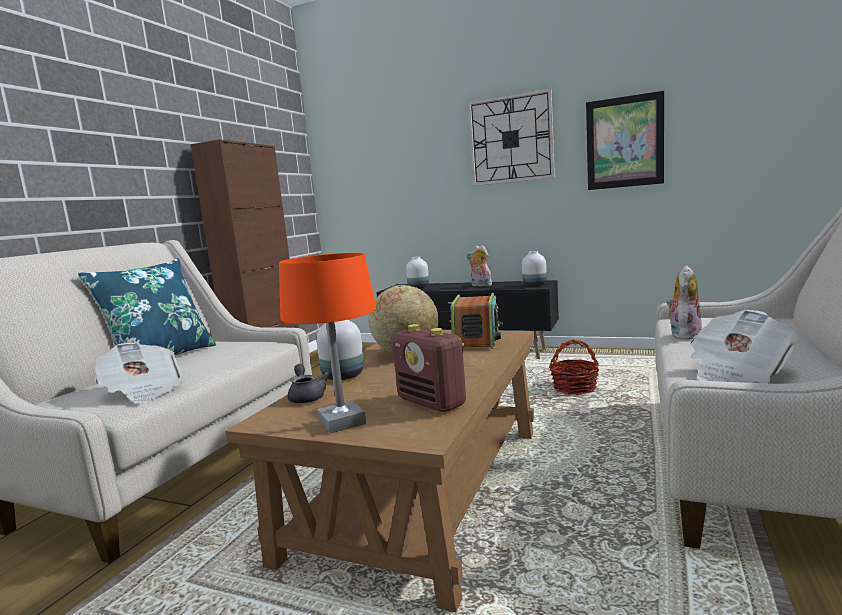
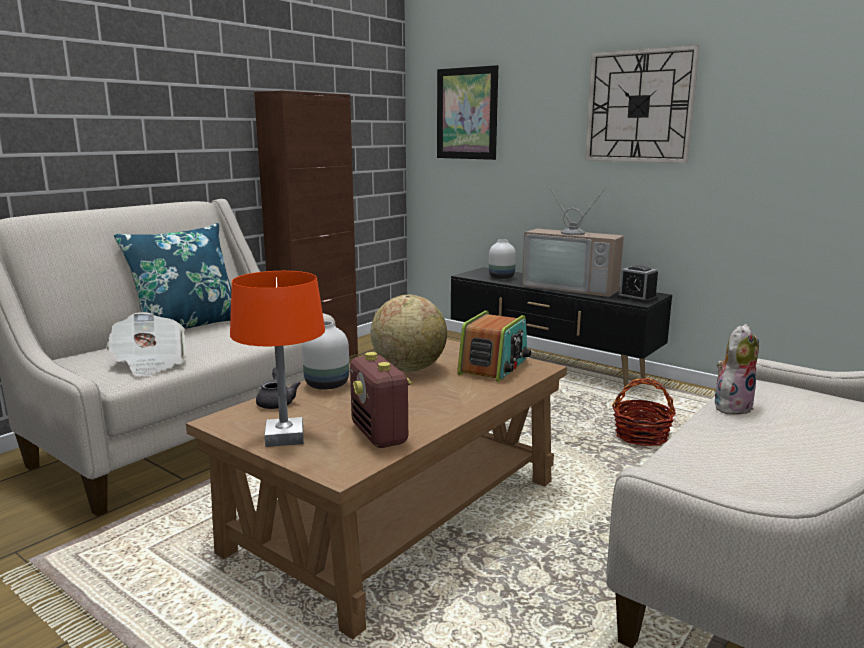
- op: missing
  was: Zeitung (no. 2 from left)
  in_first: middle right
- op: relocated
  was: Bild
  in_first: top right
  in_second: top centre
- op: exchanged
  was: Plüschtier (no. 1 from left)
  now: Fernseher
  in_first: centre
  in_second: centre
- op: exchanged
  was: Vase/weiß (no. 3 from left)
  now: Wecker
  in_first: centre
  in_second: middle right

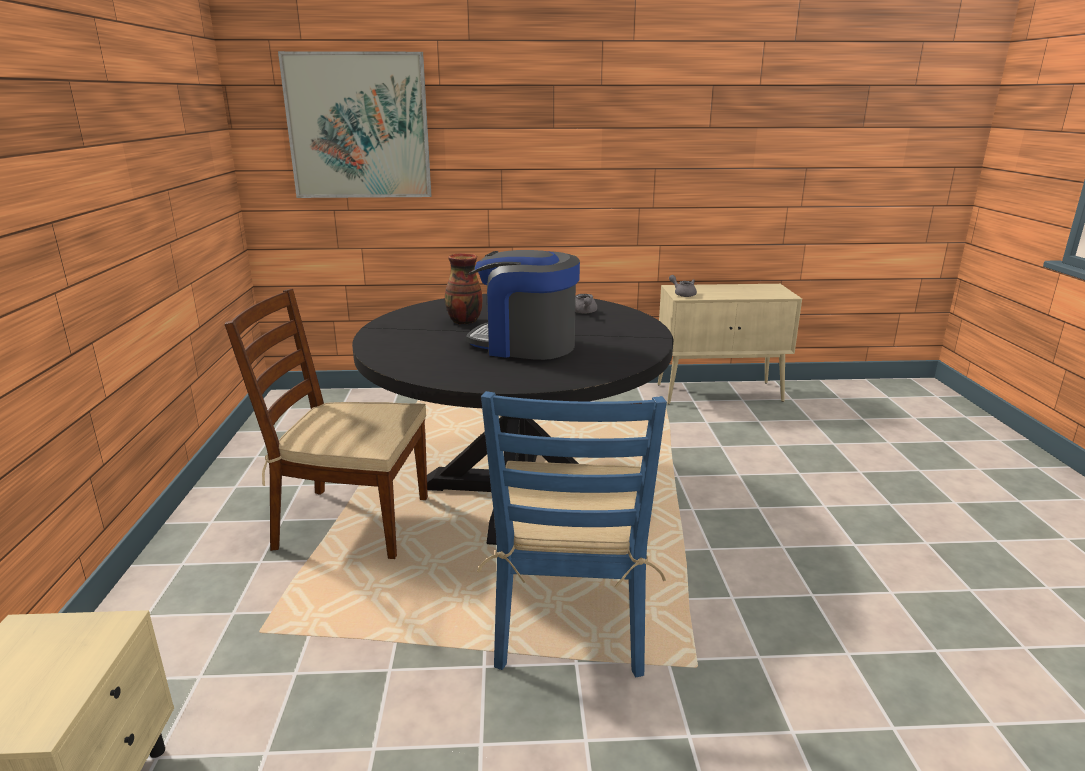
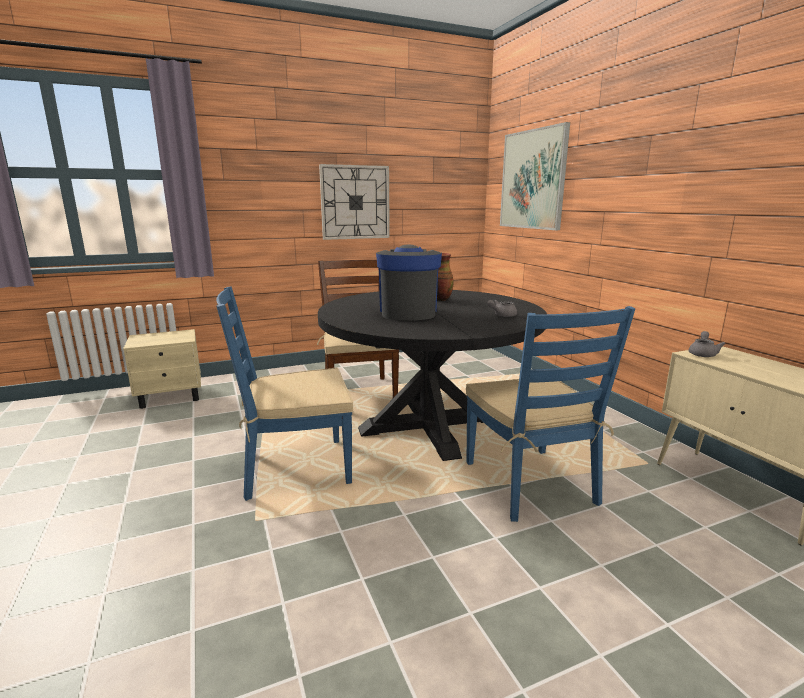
- op: appeared
  now: Wanduhr
  in_second: top centre
- op: appeared
  now: Stuhl/blau (no. 2 from left)
  in_second: middle right

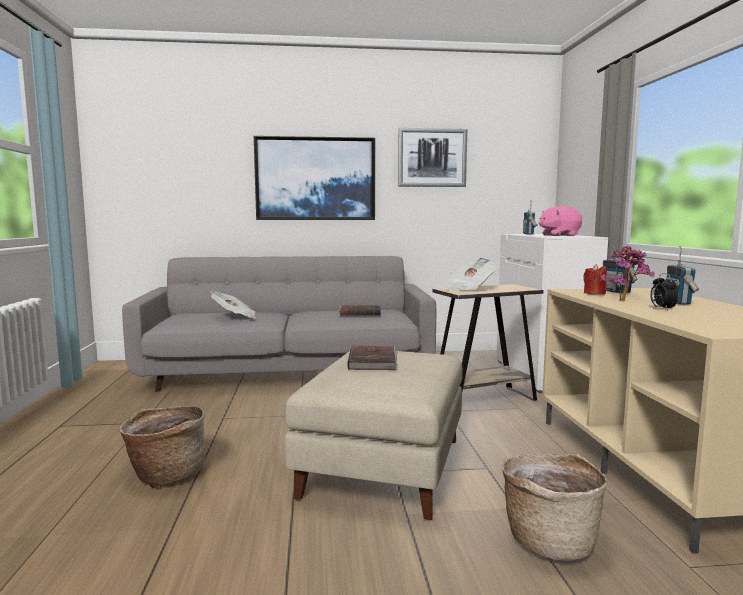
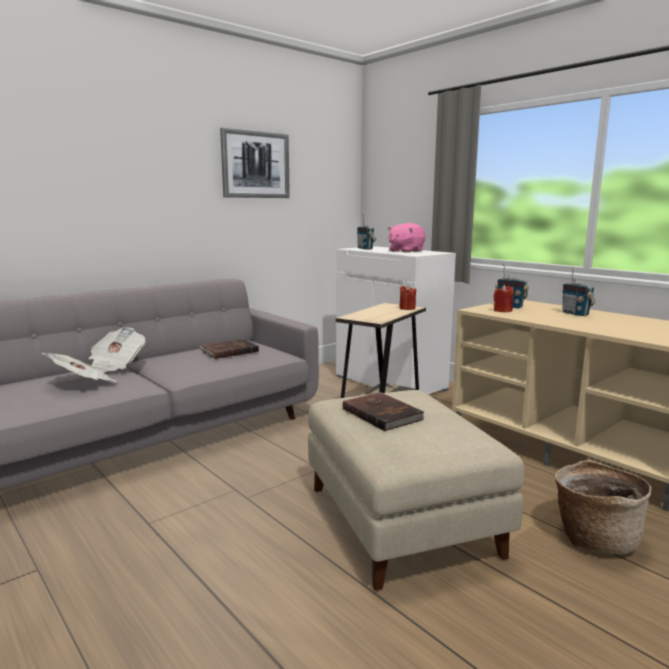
- op: missing
  was: Korb (no. 1 from left)
  in_first: bottom left
- op: missing
  was: Bild (no. 1 from left)
  in_first: top centre
- op: missing
  was: Topfpflanze
  in_first: middle right
- op: missing
  was: Wecker
  in_first: middle right
- op: appeared
  now: Kerze/rot (no. 1 from left)
  in_second: centre
- op: relocated
  was: Zeitung (no. 2 from left)
  in_first: centre
  in_second: middle left

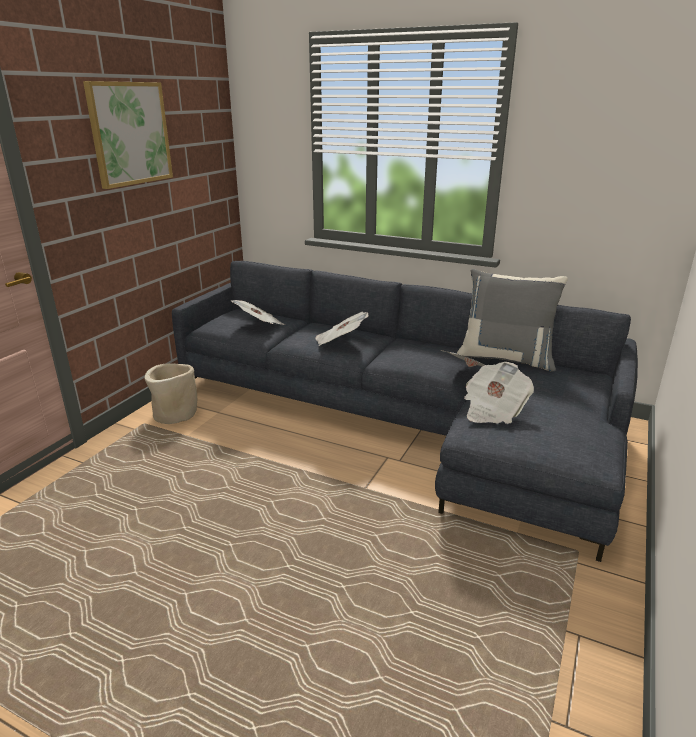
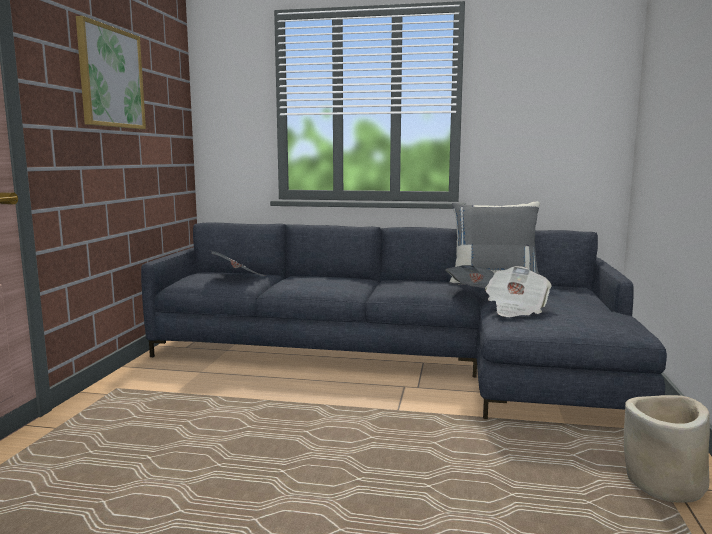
- op: missing
  was: Zeitung (no. 2 from left)
  in_first: centre
- op: relocated
  was: Pflanzkübel/beige
  in_first: middle left
  in_second: bottom right

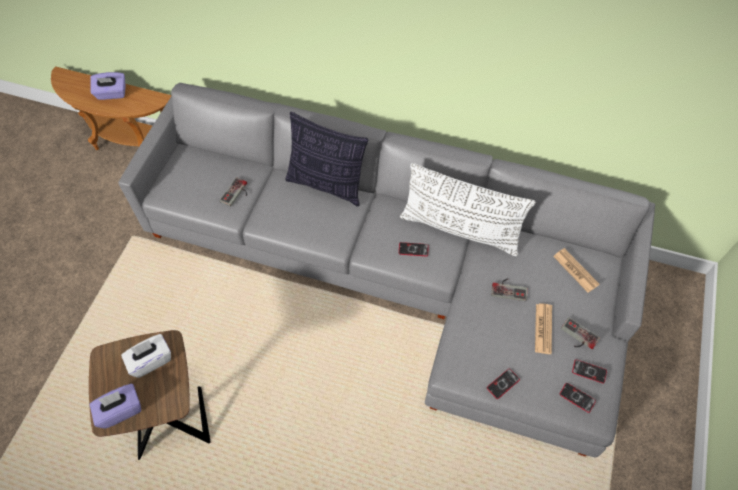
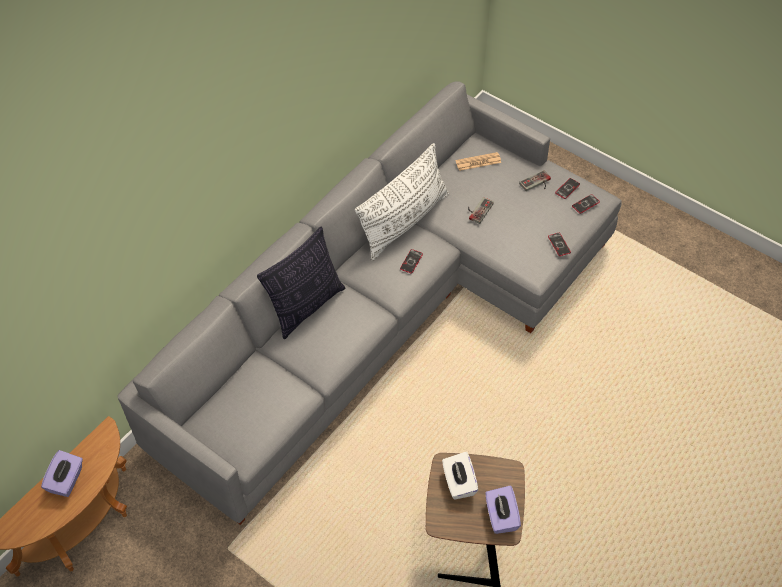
- op: missing
  was: Gamepad (no. 1 from left)
  in_first: middle left
- op: missing
  was: Zeitung (no. 1 from left)
  in_first: bottom right

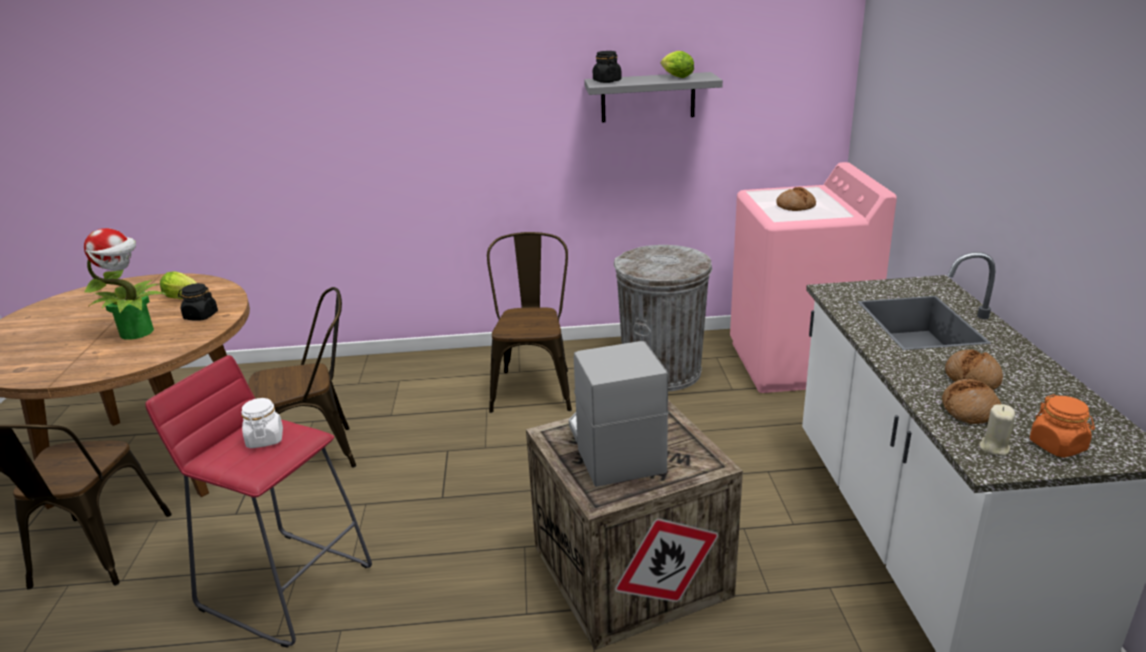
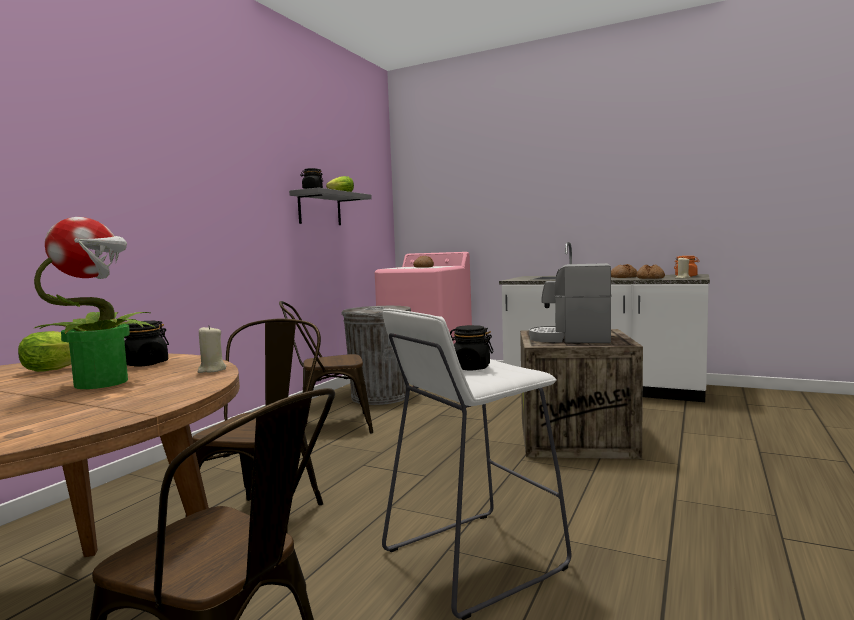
- op: appeared
  now: Kerze/beige (no. 1 from left)
  in_second: middle left
- op: colour
  was: Hocker/rot
  now: Hocker/weiß
  in_first: bottom left
  in_second: bottom centre
- op: colour
  was: Vorratsglas/weiß
  now: Vorratsglas/schwarz (no. 3 from left)
  in_first: middle left
  in_second: centre
- op: spun
  was: Stuhl/braun (no. 3 from left)
  in_first: centre
  in_second: centre
  clockwise: -45

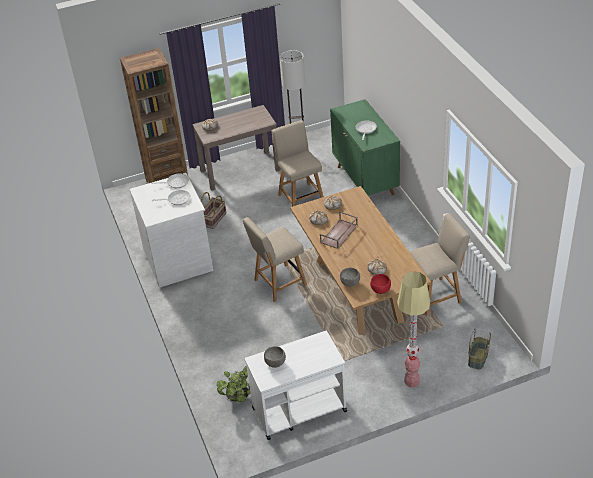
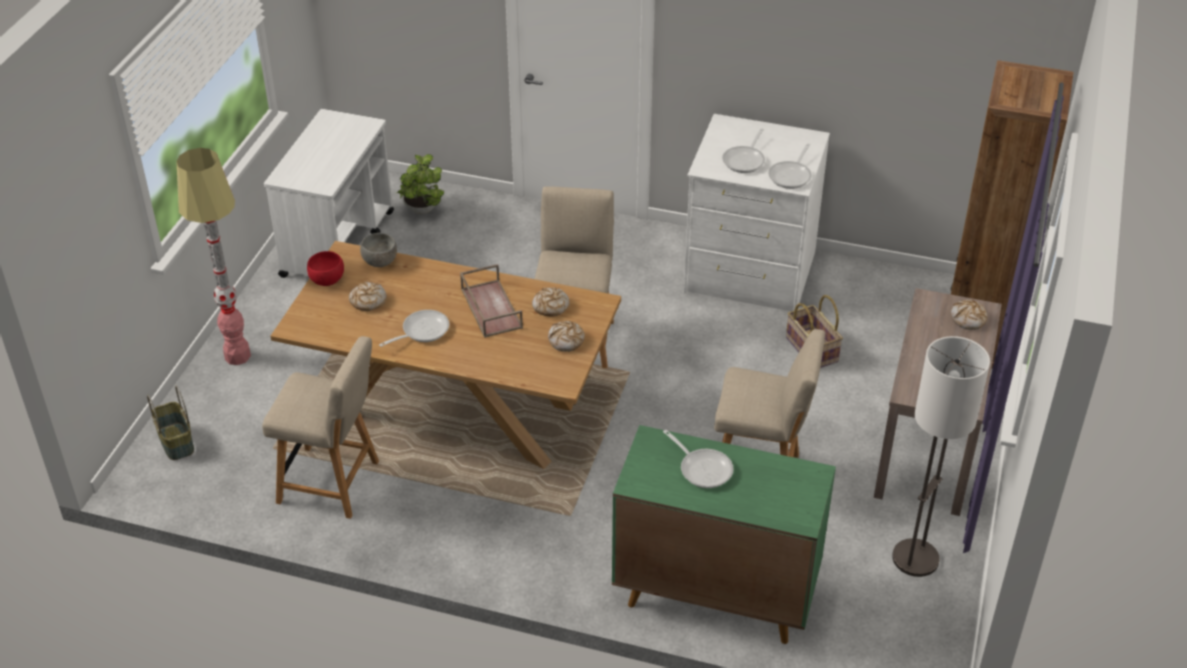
- op: missing
  was: Schüssel/grau (no. 1 from left)
  in_first: bottom centre
- op: appeared
  now: Pfanne (no. 1 from left)
  in_second: centre
- op: spun
  was: Stuhl/beige (no. 3 from left in the first image)
  in_first: middle right
  in_second: middle left
  clockwise: -90

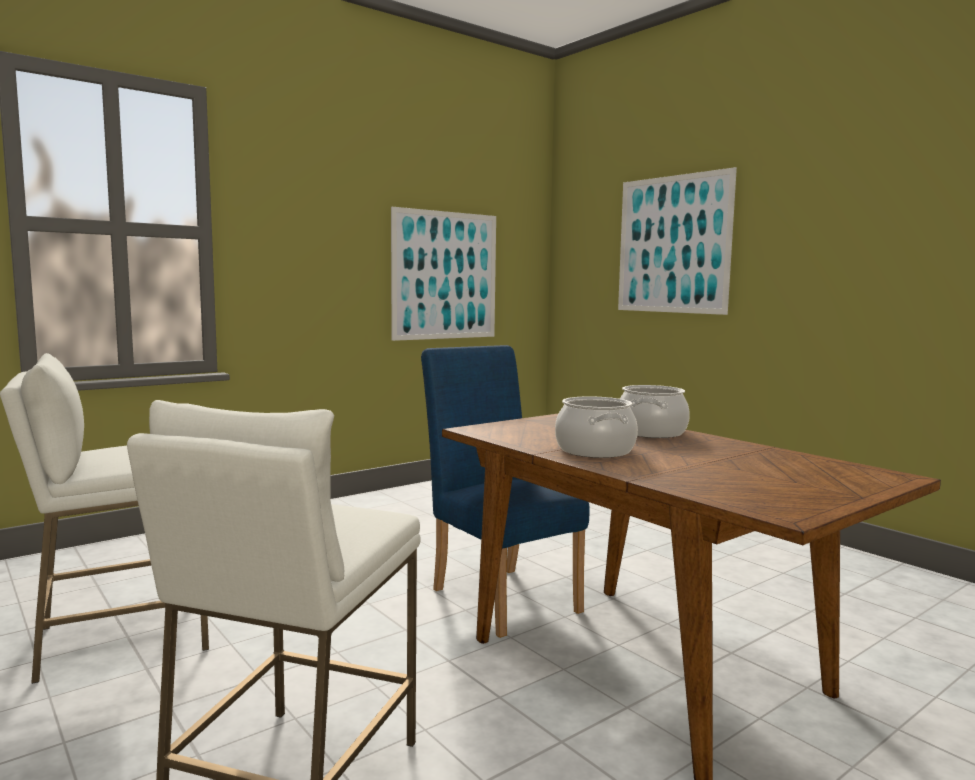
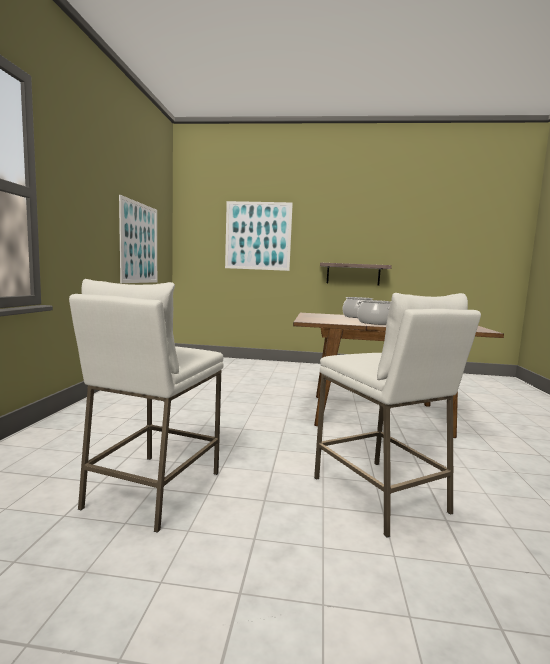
- op: missing
  was: Stuhl/blau
  in_first: centre
- op: appeared
  now: Wandregal
  in_second: centre

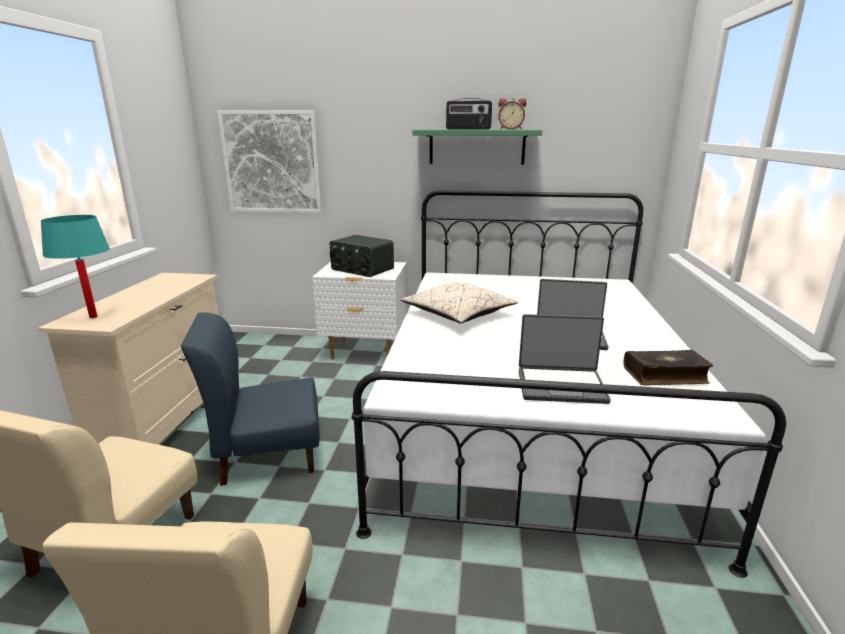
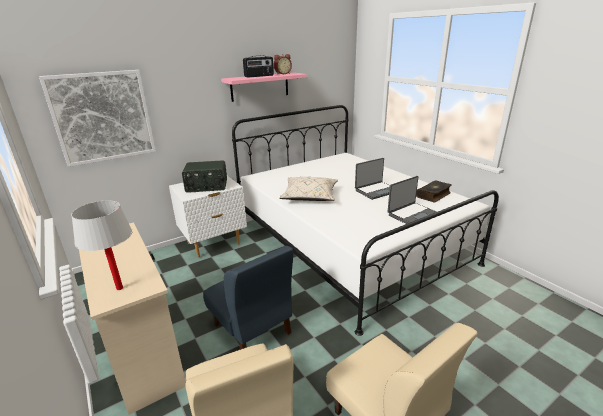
- op: colour
  was: Tischlampe/türkis
  now: Tischlampe/weiß
  in_first: middle left
  in_second: middle left
- op: colour
  was: Wandregal/grün
  now: Wandregal/rosa
  in_first: top centre
  in_second: top centre
- op: spun
  was: Stuhl/blau
  in_first: middle left
  in_second: bottom centre
  clockwise: -75

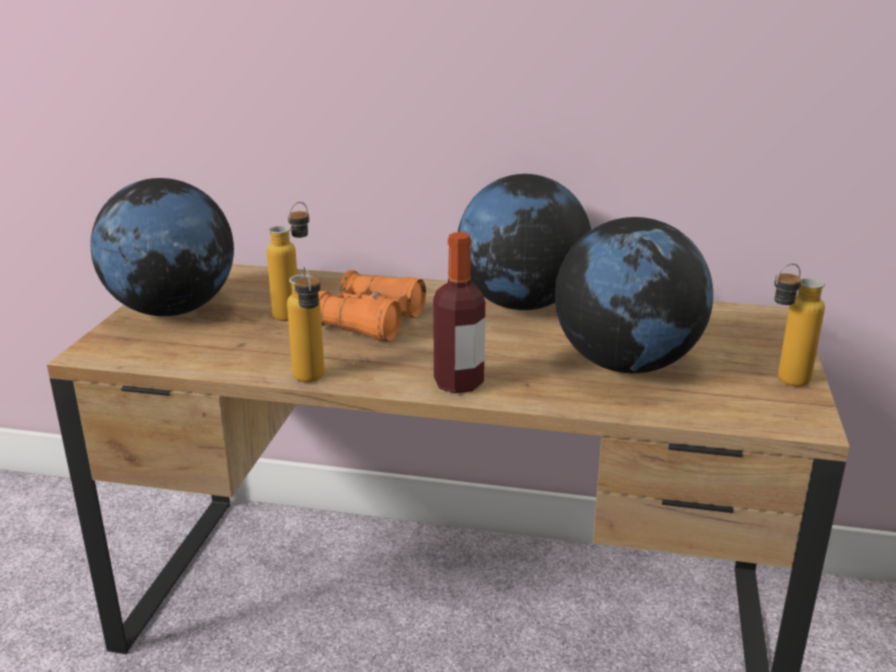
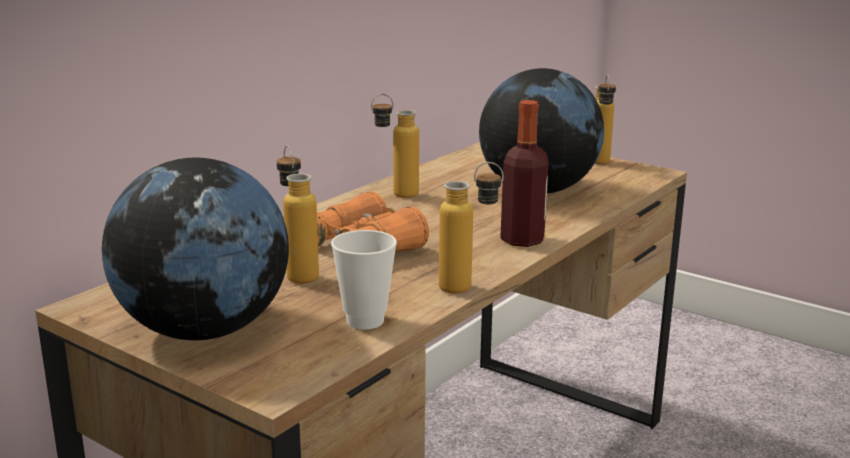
- op: appeared
  now: Tasse
  in_second: centre
- op: exchanged
  was: Globus (no. 2 from left)
  now: Flasche (no. 2 from left)
  in_first: centre
  in_second: top centre

